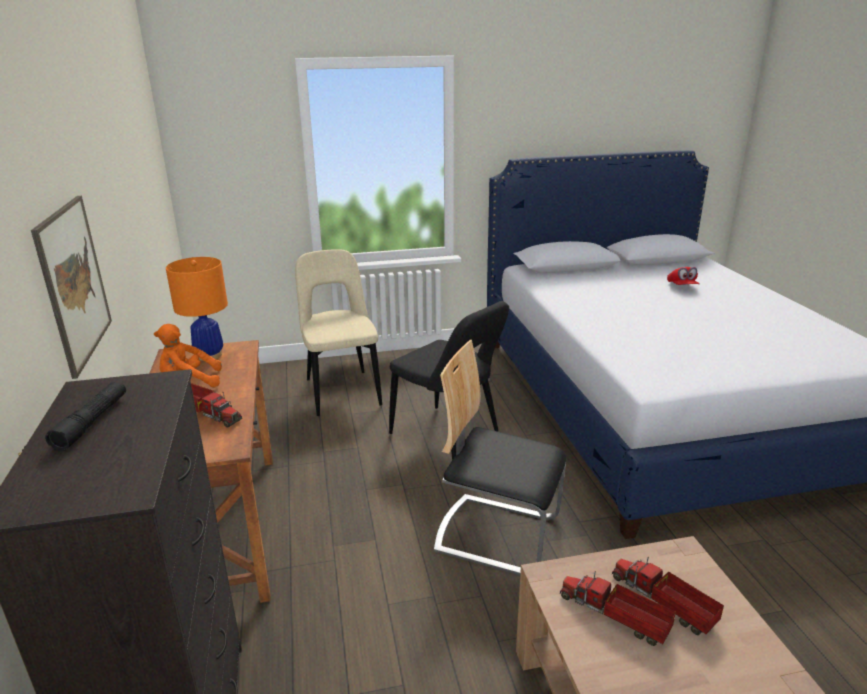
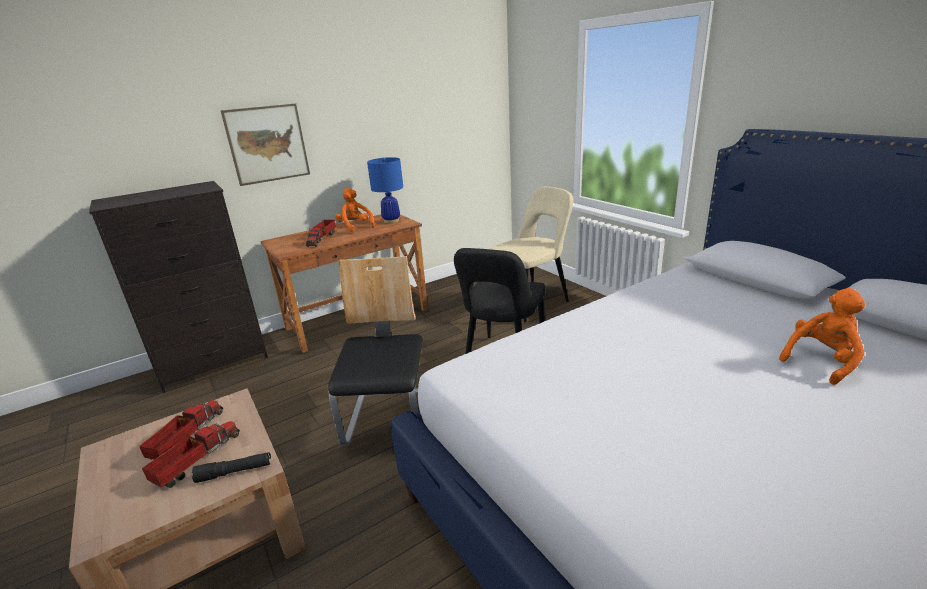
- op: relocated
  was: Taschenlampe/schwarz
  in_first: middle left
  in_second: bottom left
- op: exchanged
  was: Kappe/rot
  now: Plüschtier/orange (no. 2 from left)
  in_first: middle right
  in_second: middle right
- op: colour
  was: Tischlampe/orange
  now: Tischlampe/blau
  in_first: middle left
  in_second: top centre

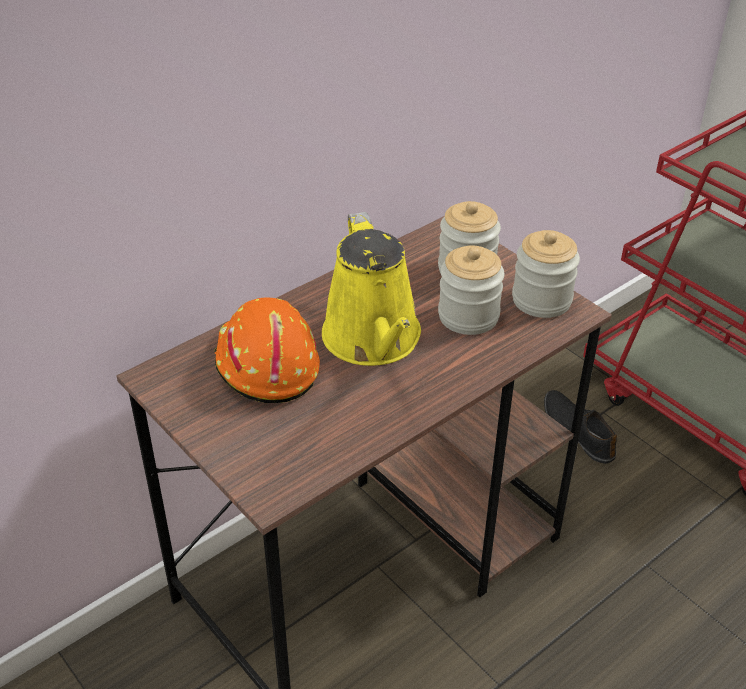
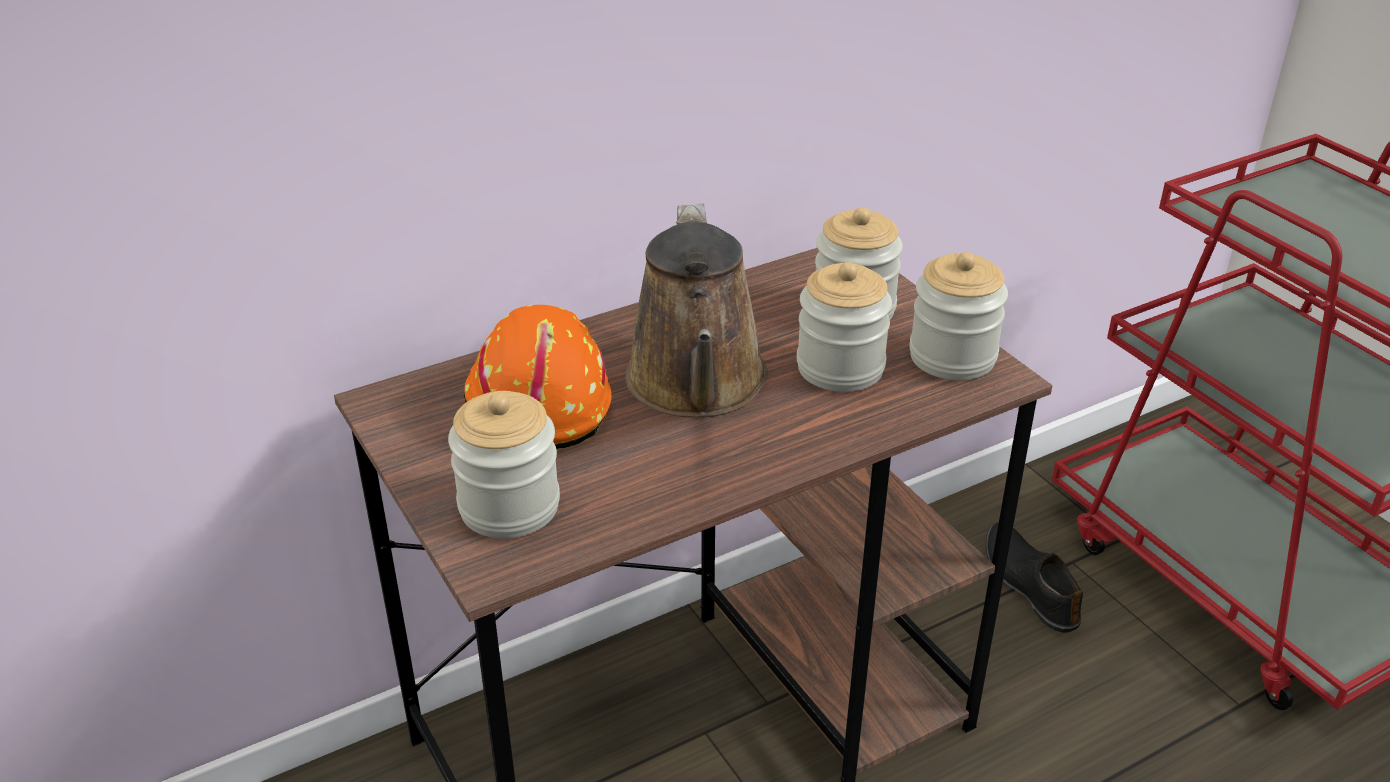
- op: appeared
  now: Vorratsglas (no. 1 from left)
  in_second: centre
- op: colour
  was: Gießkanne/gelb
  now: Gießkanne/braun
  in_first: centre
  in_second: centre

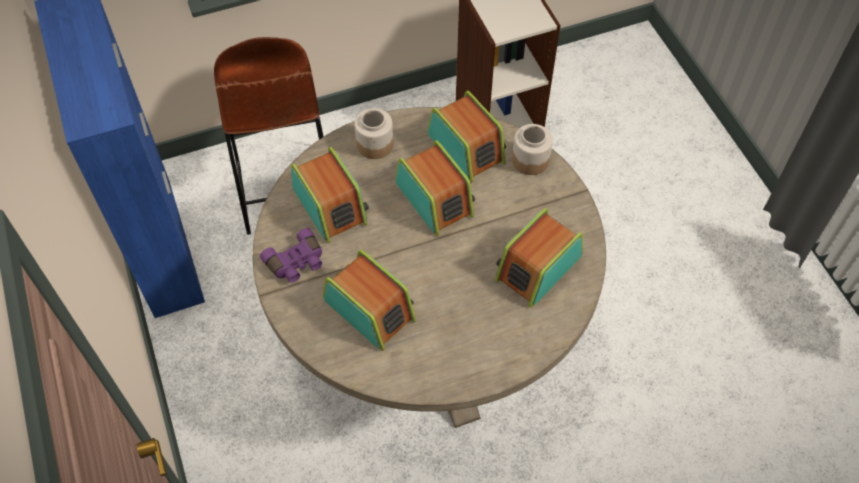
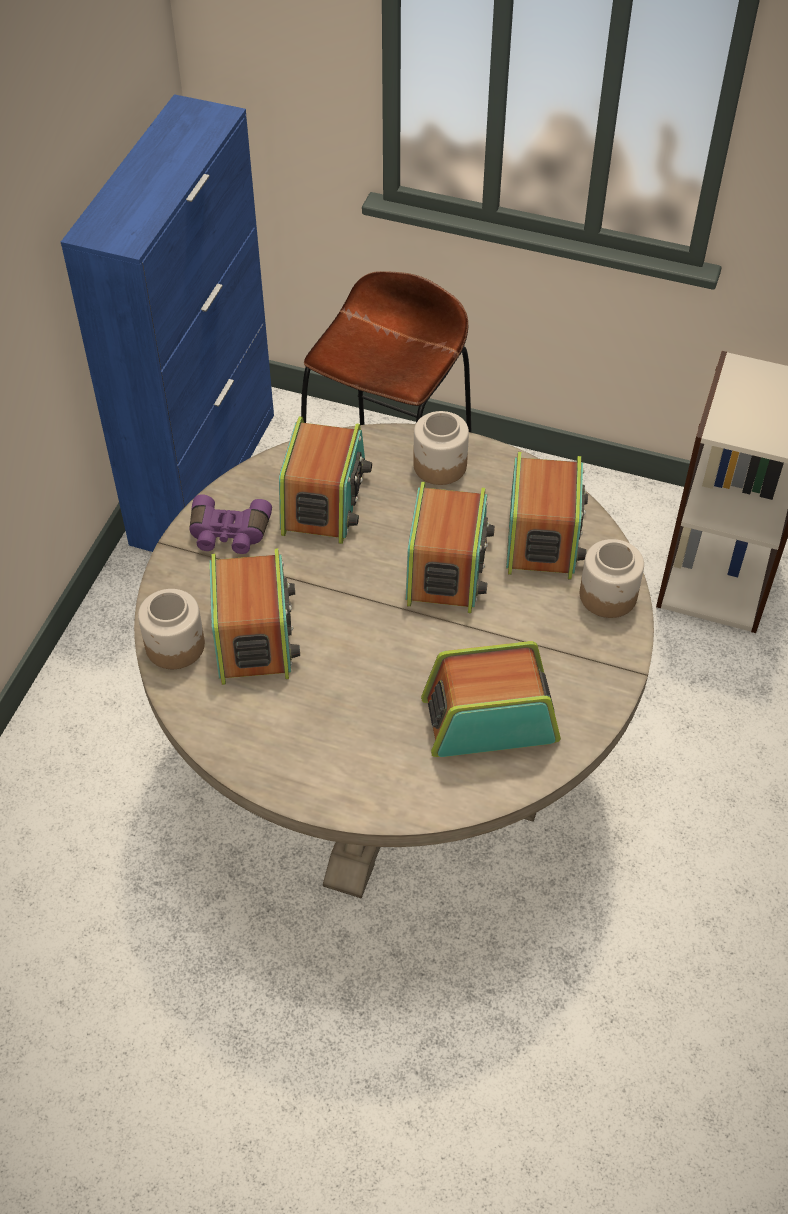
- op: appeared
  now: Vorratsglas (no. 1 from left)
  in_second: middle left

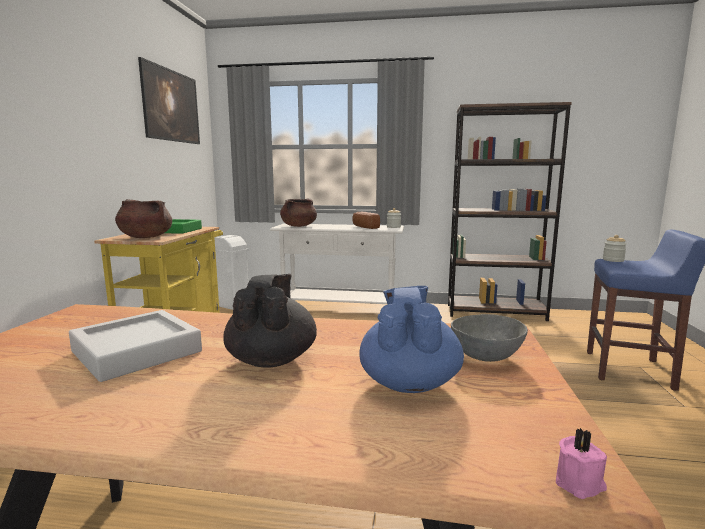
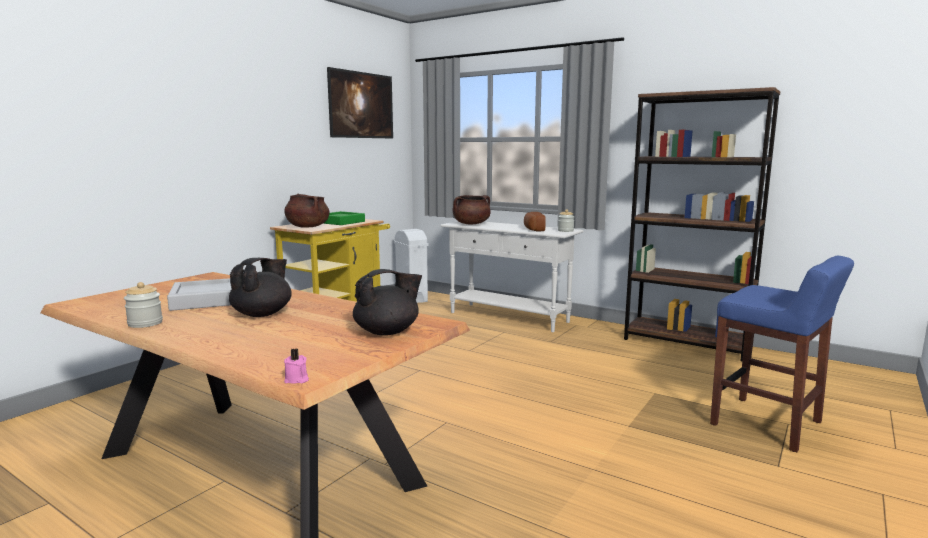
- op: missing
  was: Teekanne/blau
  in_first: centre
- op: relocated
  was: Vorratsglas (no. 2 from left in the first image)
  now: Vorratsglas (no. 1 from left)
  in_first: middle right
  in_second: middle left
- op: exchanged
  was: Schüssel/grau
  now: Teekanne/schwarz (no. 2 from left)
  in_first: middle right
  in_second: centre

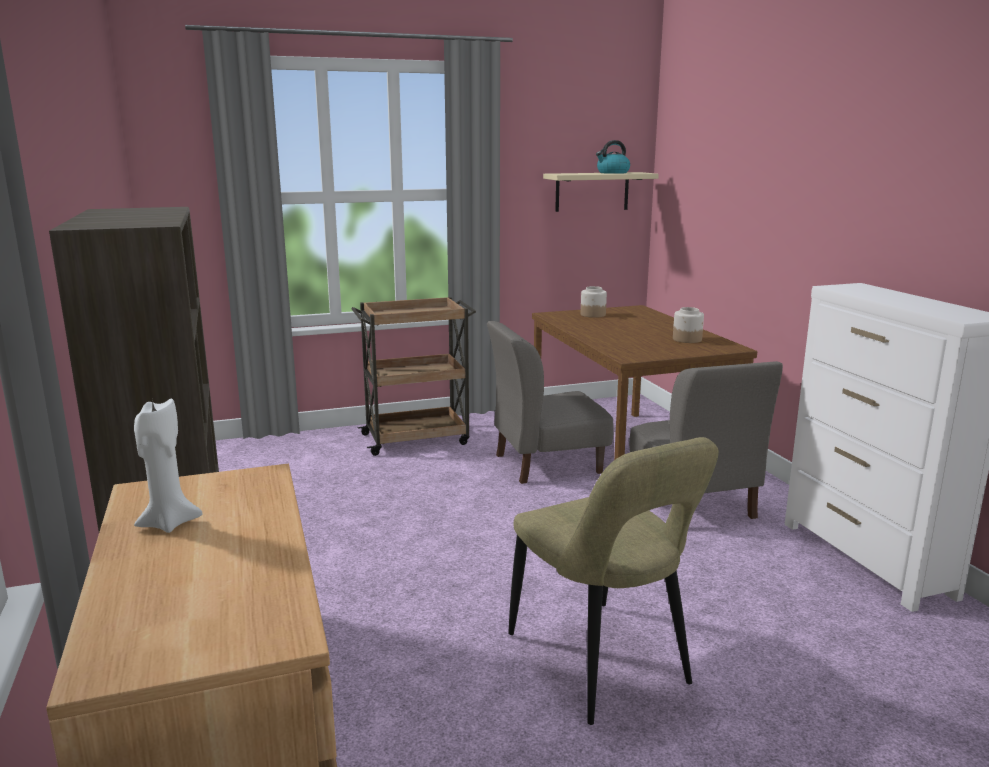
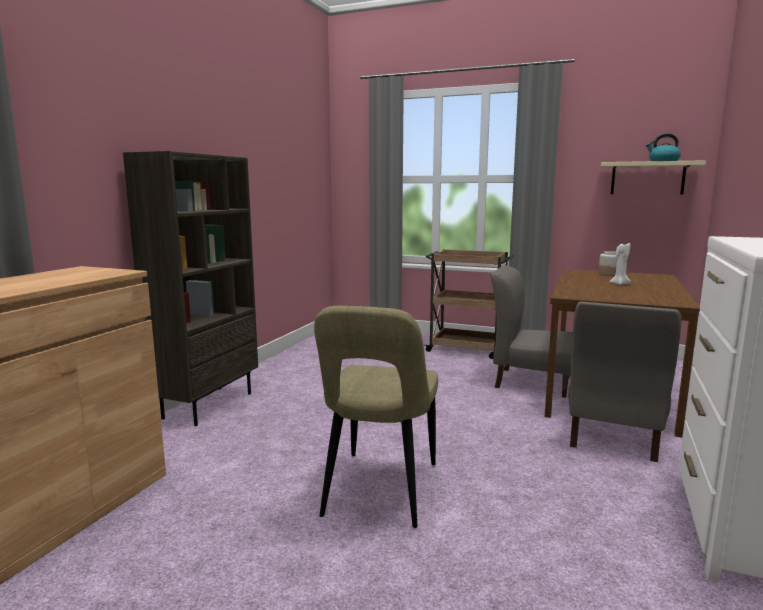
- op: missing
  was: Vorratsglas (no. 2 from left)
  in_first: middle right
- op: relocated
  was: Kerze/weiß
  in_first: middle left
  in_second: middle right

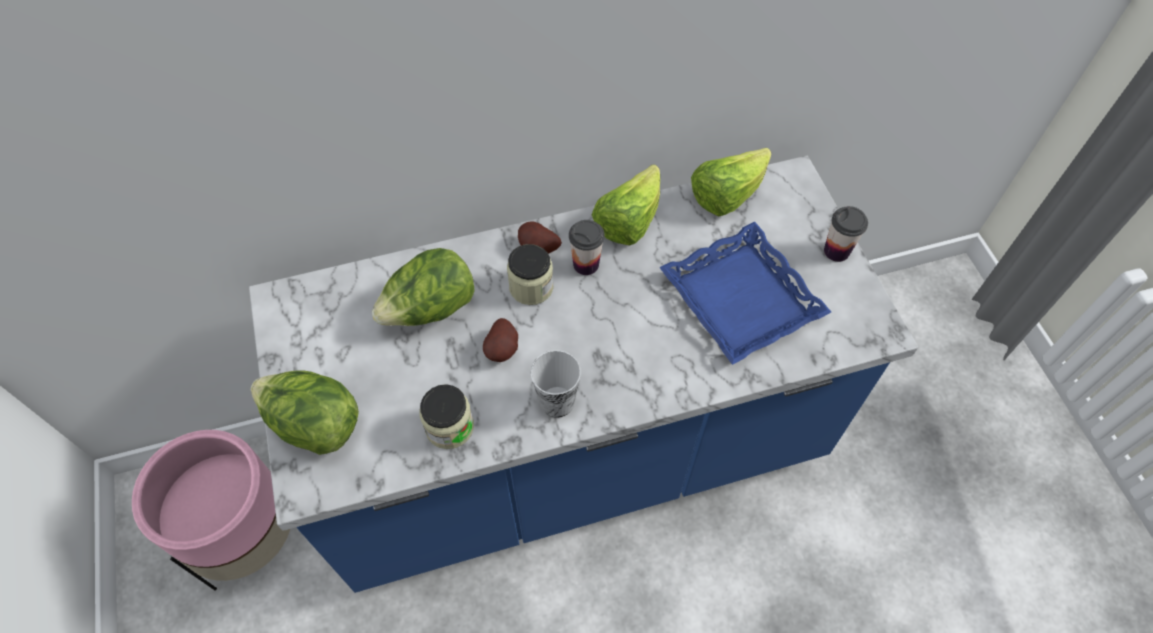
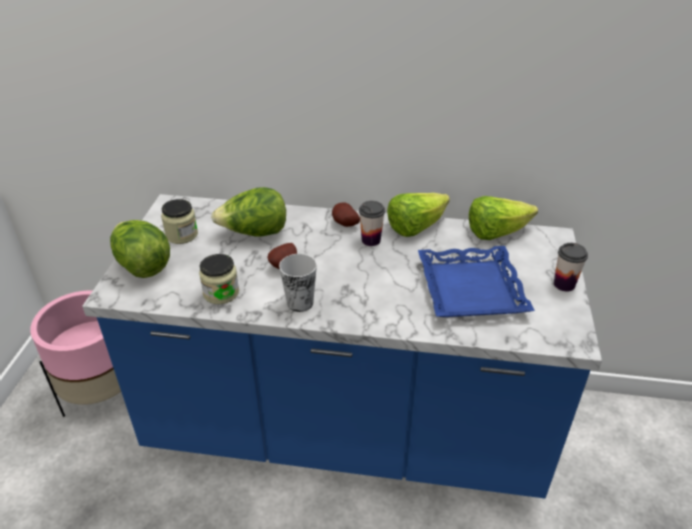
- op: relocated
  was: Vorratsglas (no. 2 from left in the first image)
  now: Vorratsglas (no. 1 from left)
  in_first: centre
  in_second: middle left

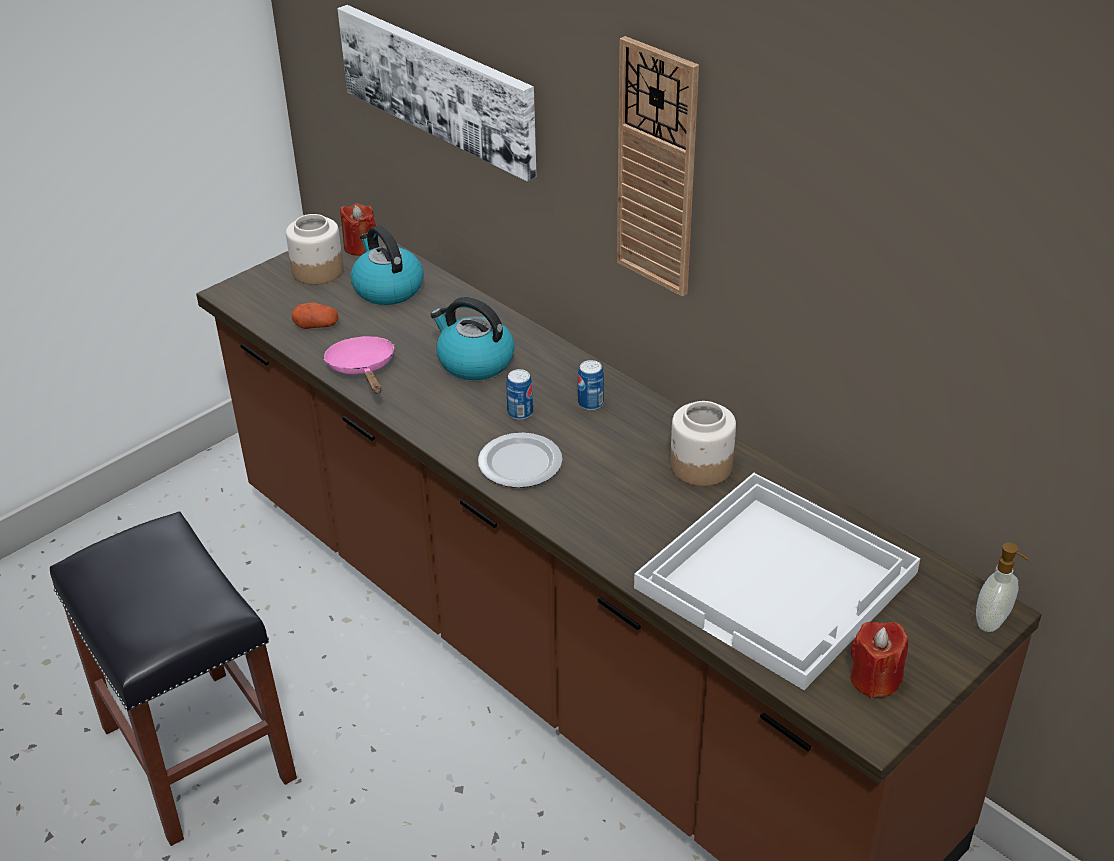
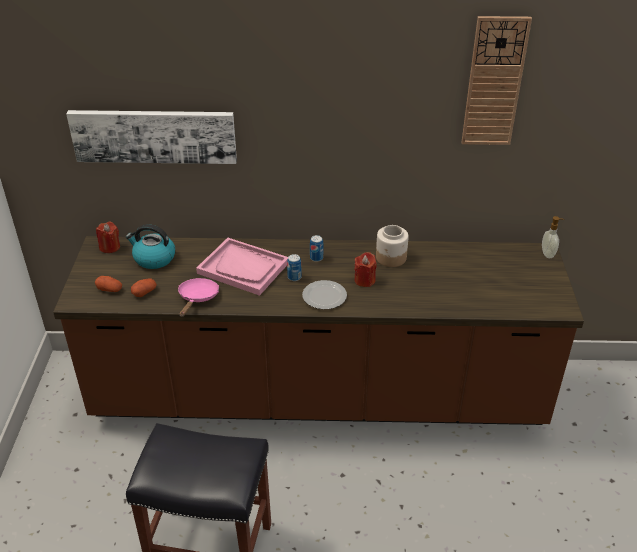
- op: missing
  was: Vorratsglas (no. 1 from left)
  in_first: top left
- op: missing
  was: Tablett/weiß
  in_first: bottom right
- op: appeared
  now: Kartoffel (no. 1 from left)
  in_second: middle left
- op: relocated
  was: Wanduhr
  in_first: top centre
  in_second: top right
- op: relocated
  was: Kerze/rot (no. 2 from left)
  in_first: bottom right
  in_second: centre
- op: exchanged
  was: Wasserkessel (no. 2 from left)
  now: Tablett/rosa
  in_first: centre
  in_second: centre
- op: spun
  was: Pfanne/rosa
  in_first: middle left
  in_second: middle left
  clockwise: 75

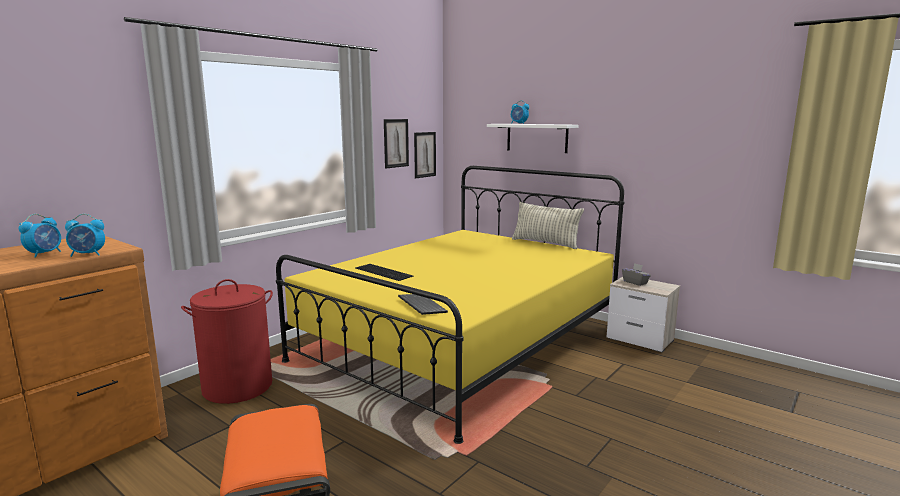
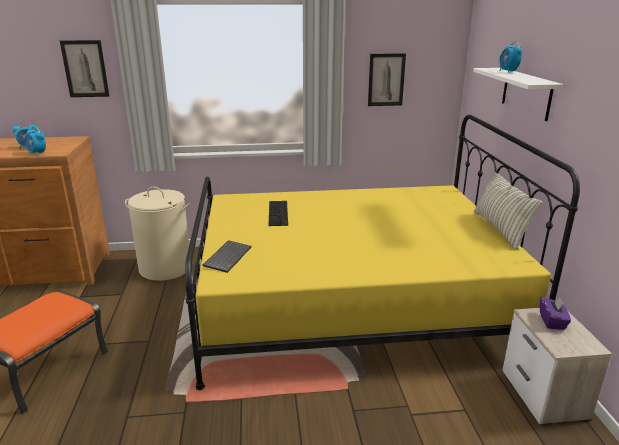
- op: relocated
  was: Bild (no. 2 from left in the first image)
  now: Bild (no. 1 from left)
  in_first: top centre
  in_second: top left
- op: colour
  was: Wäschekorb/rot
  now: Wäschekorb/beige
  in_first: bottom left
  in_second: middle left
- op: colour
  was: Taschentuchbox/grau
  now: Taschentuchbox/lila
  in_first: middle right
  in_second: bottom right

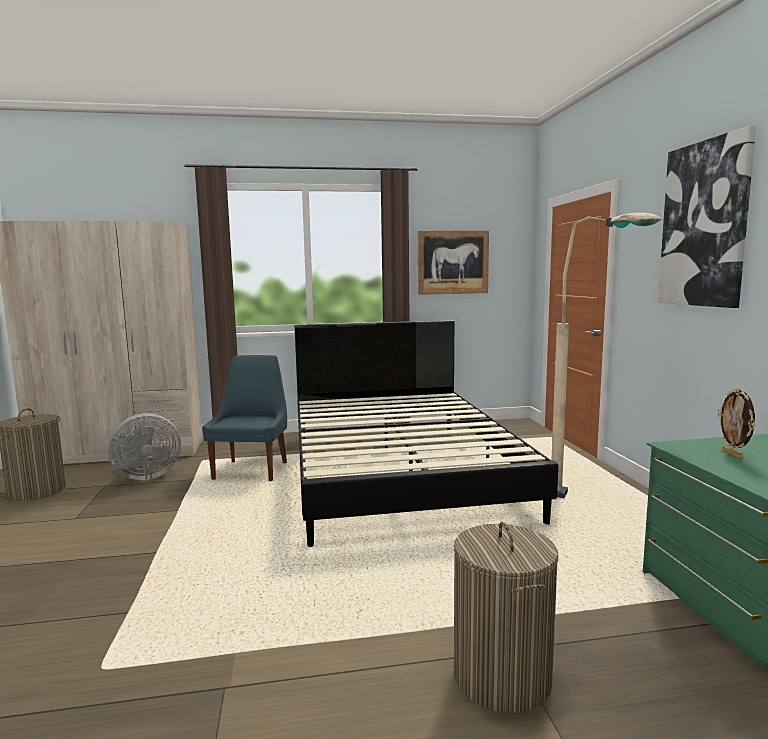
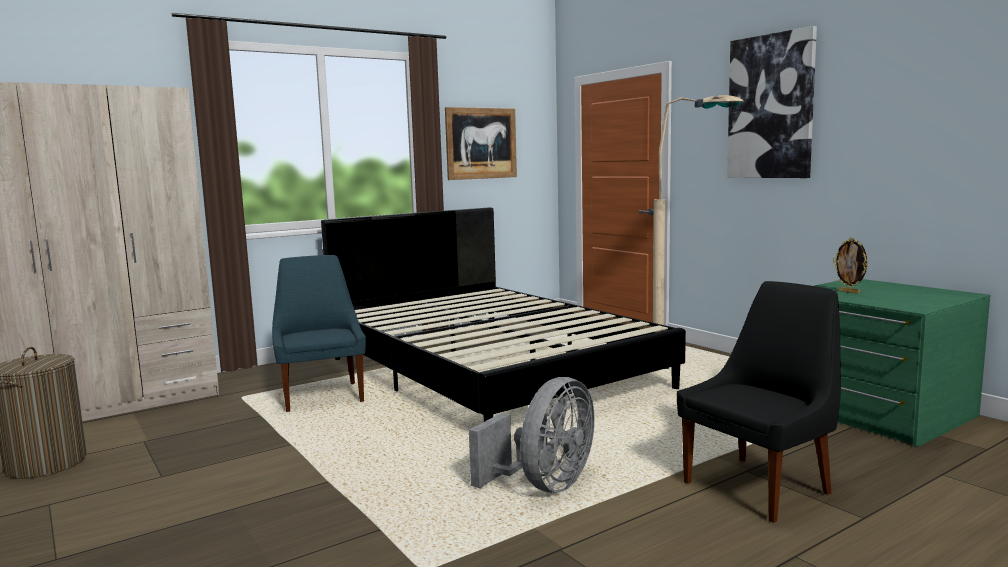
- op: relocated
  was: Ventilator/grau
  in_first: middle left
  in_second: bottom centre
- op: exchanged
  was: Wäschekorb (no. 2 from left)
  now: Stuhl/schwarz
  in_first: bottom centre
  in_second: bottom right

